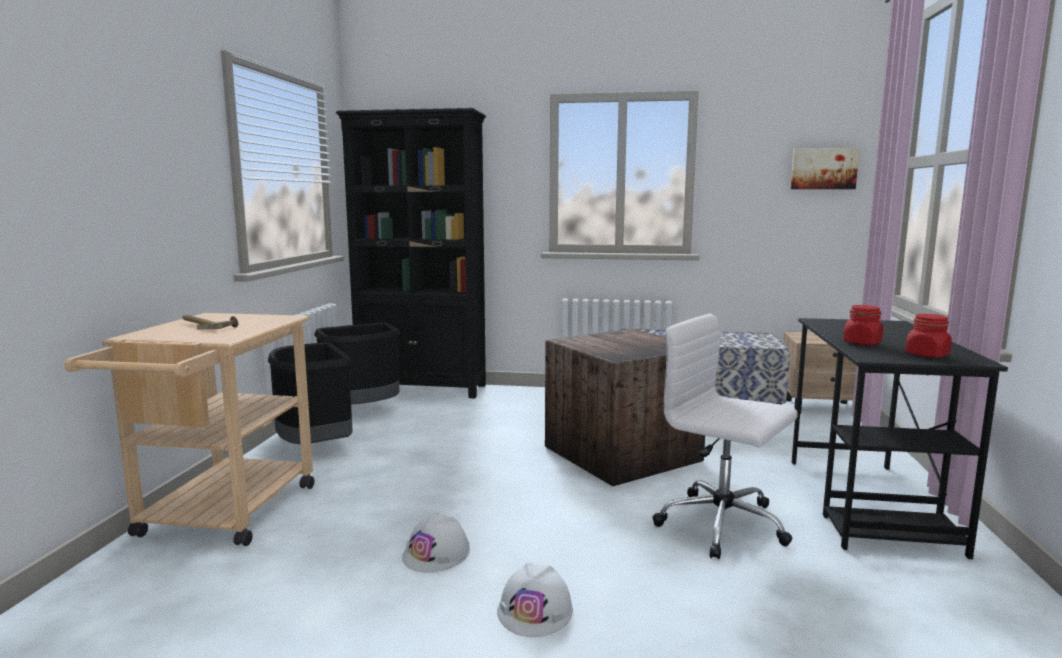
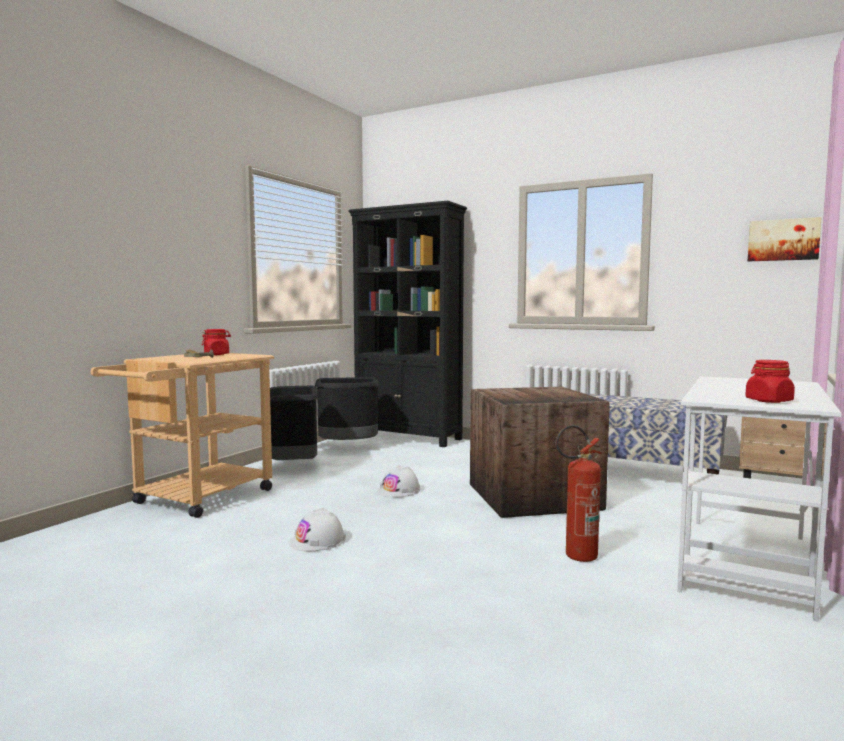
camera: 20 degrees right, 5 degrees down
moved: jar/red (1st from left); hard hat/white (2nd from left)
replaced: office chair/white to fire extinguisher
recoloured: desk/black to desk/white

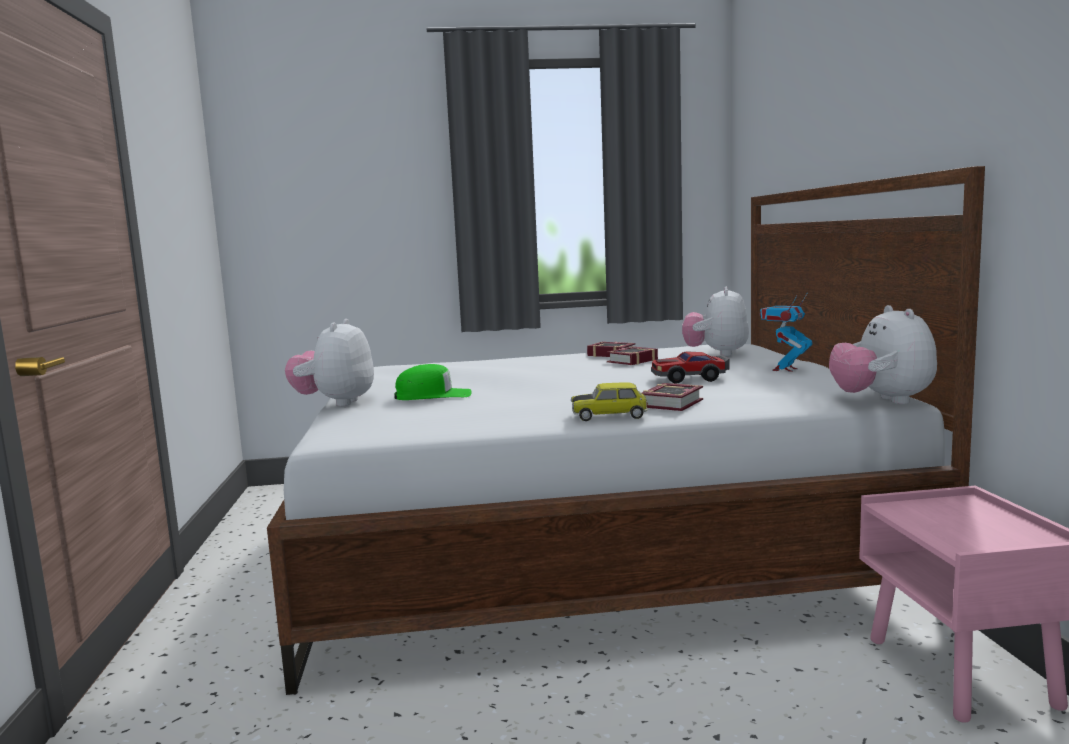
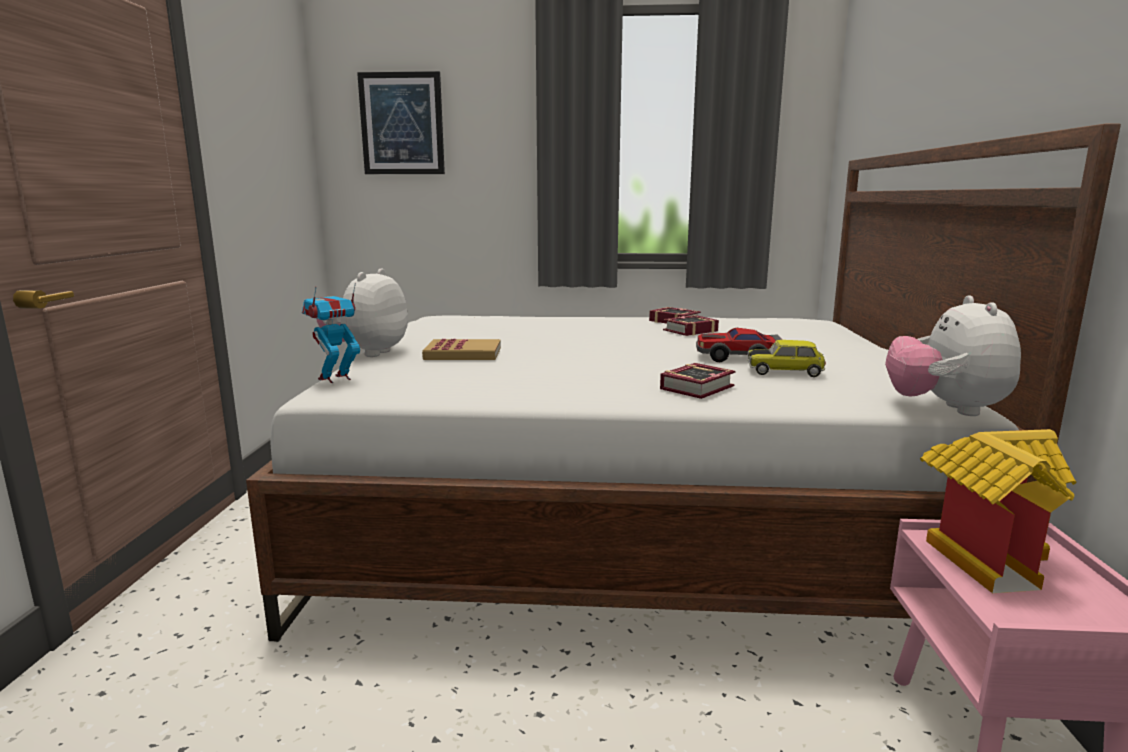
camera: 10 degrees right, 5 degrees up
removed: plush toy (2nd from left)
added: picture; toy house
moved: toy robot; toy car (1st from left in the first image) to toy car (2nd from left)
replaced: cap/green to book (1st from left)

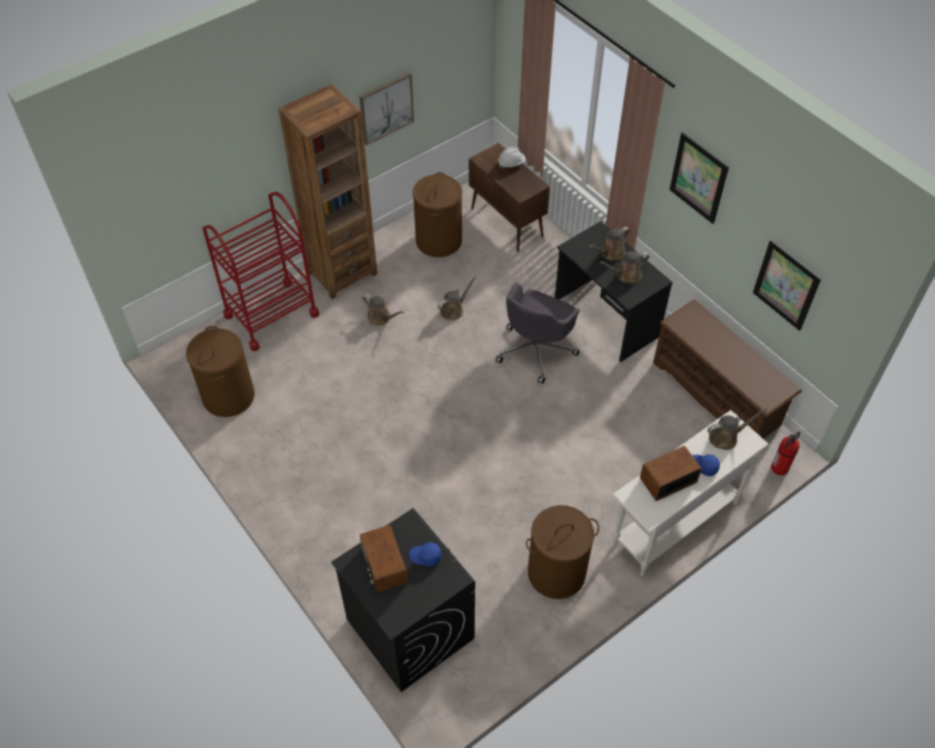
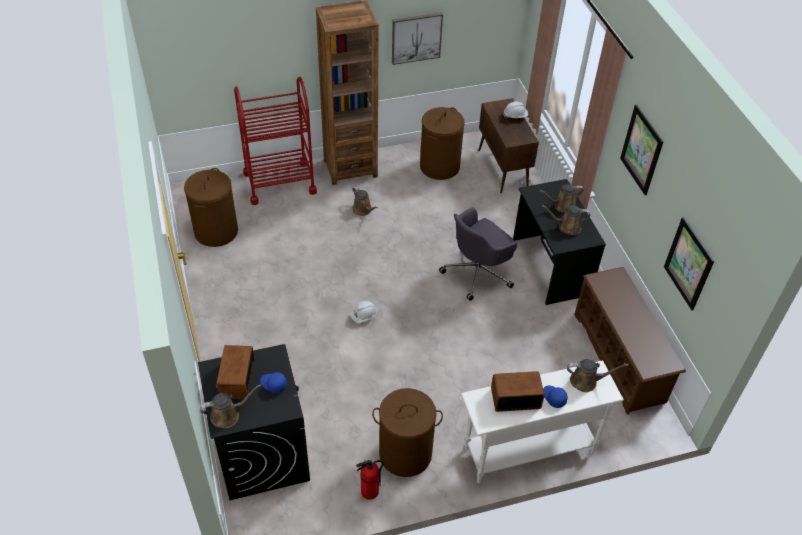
camera: 20 degrees right, 5 degrees down
added: hard hat/white (1st from left)
moved: watering can/brown (2nd from left in the first image) to watering can/brown (1st from left); fire extinguisher

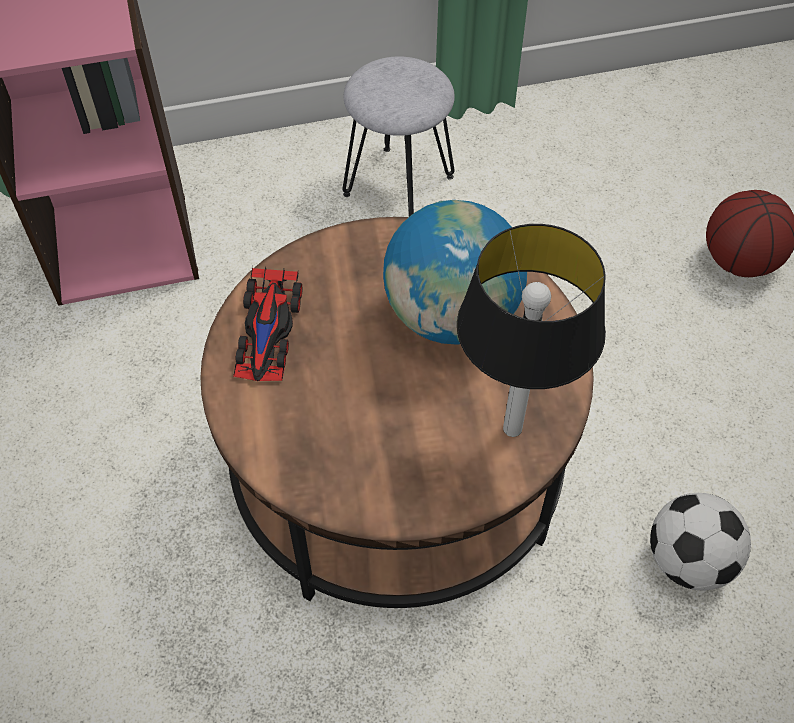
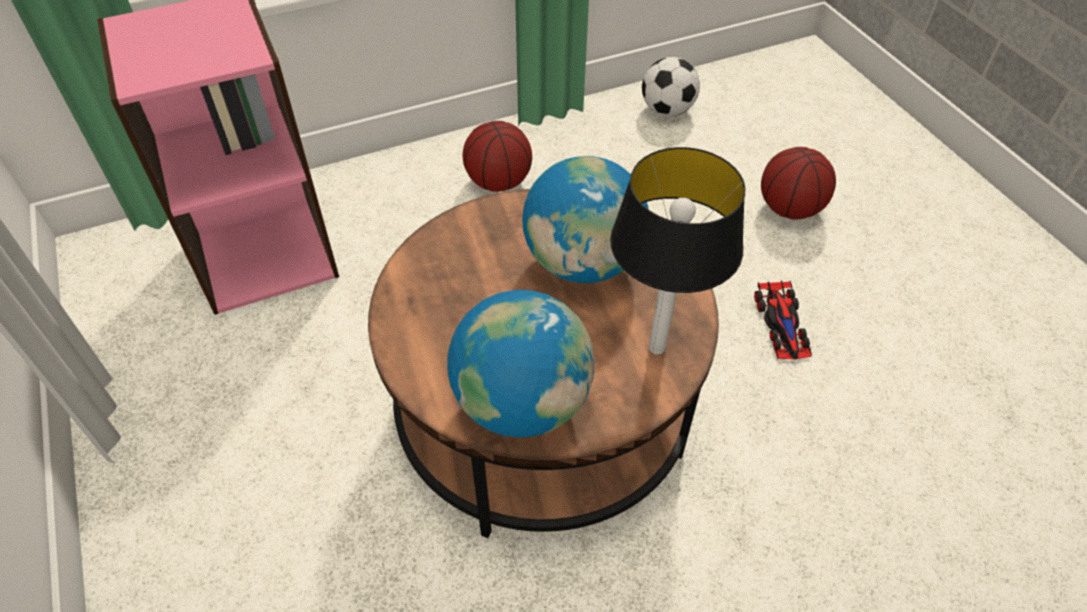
camera: 10 degrees left, 5 degrees down
added: globe (1st from left)
moved: toy car; football
replaced: stool/grey to basketball (1st from left)

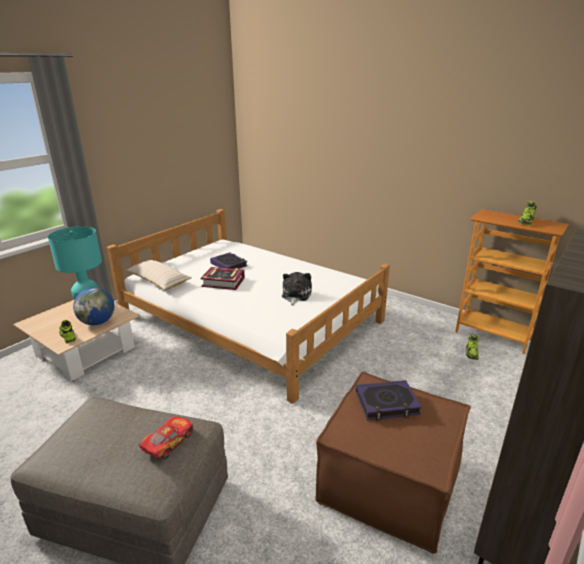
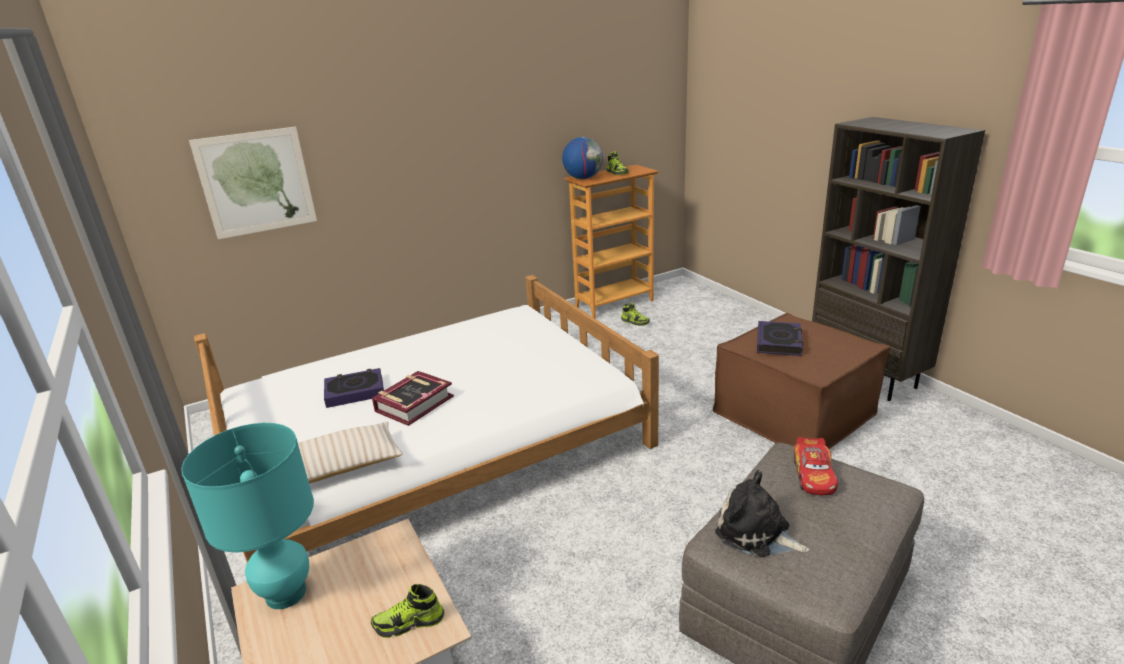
camera: 65 degrees left, 0 degrees up
added: picture
moved: plush toy; globe
turned: toy car 135 degrees counterclockwise

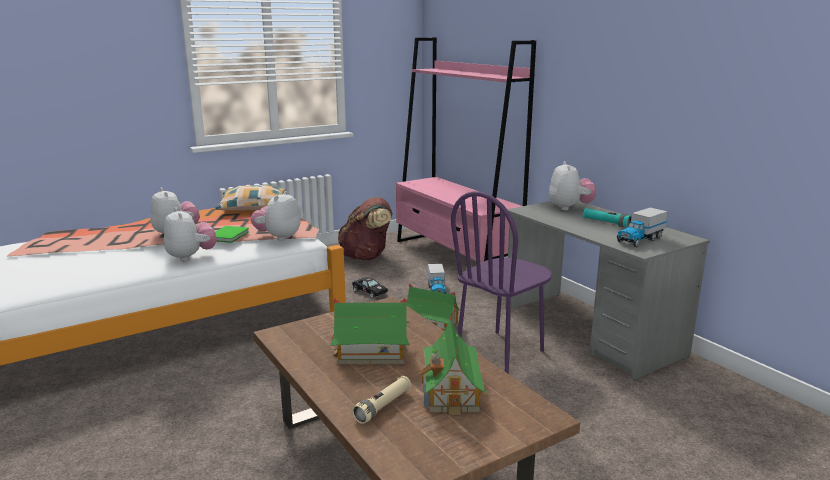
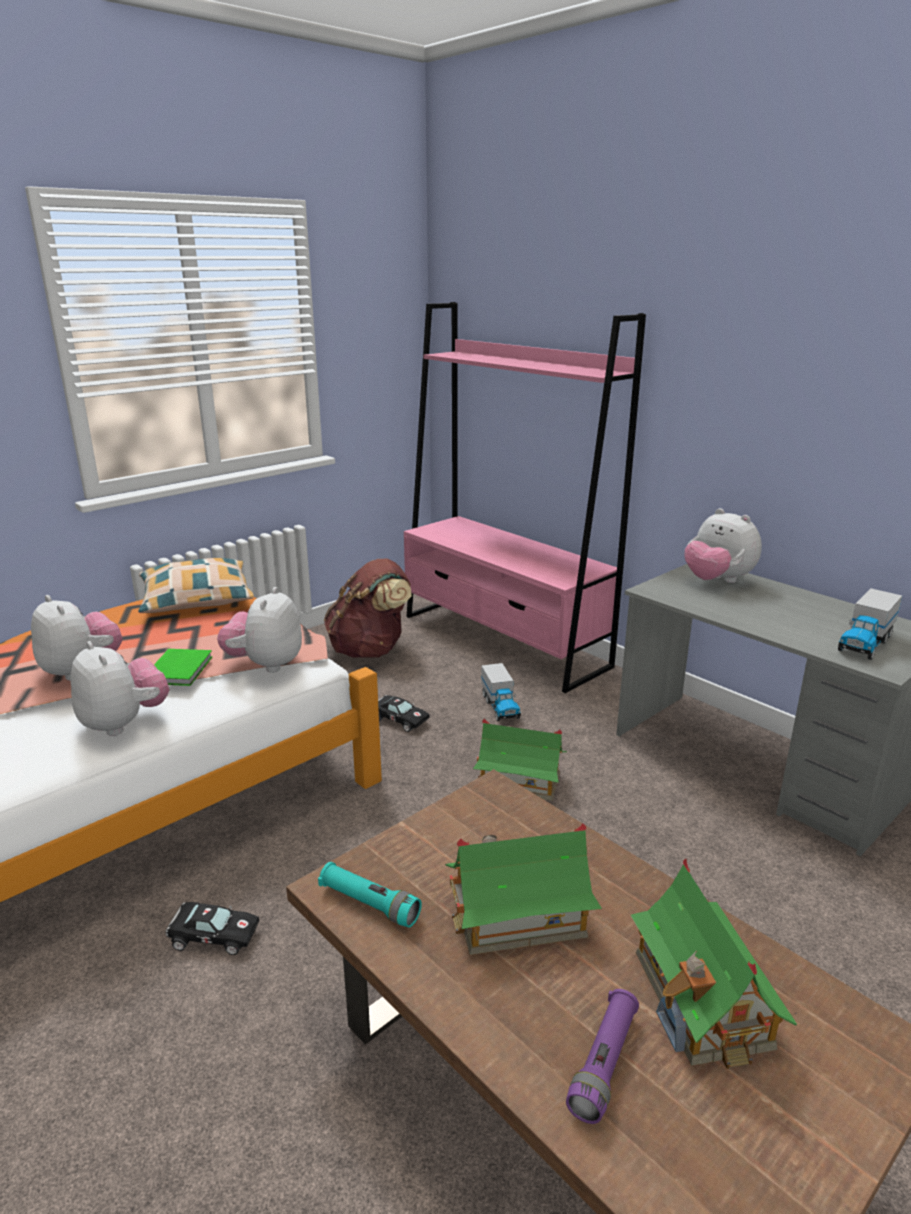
camera: 10 degrees left, 5 degrees up
removed: chair/purple
added: toy car/black (1st from left)
moved: flashlight/turquoise
recoloured: flashlight/beige to flashlight/purple
turned: plush toy (4th from left) 150 degrees clockwise

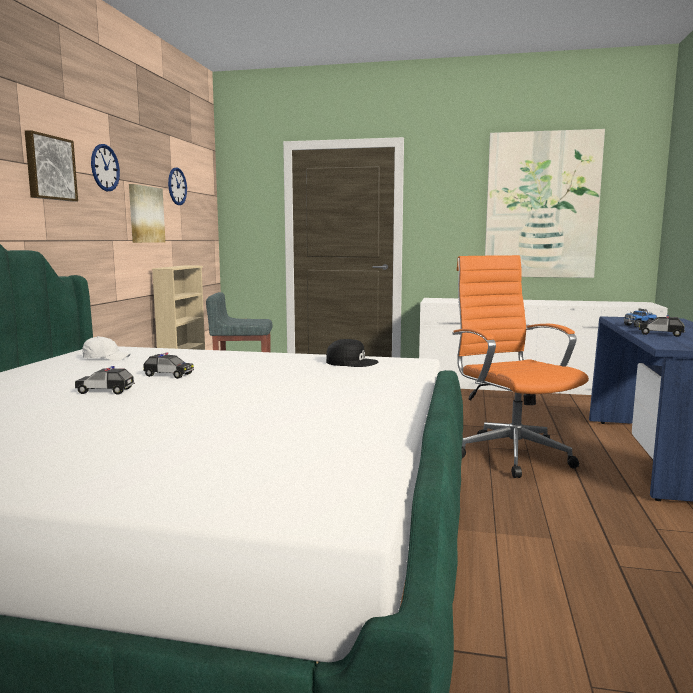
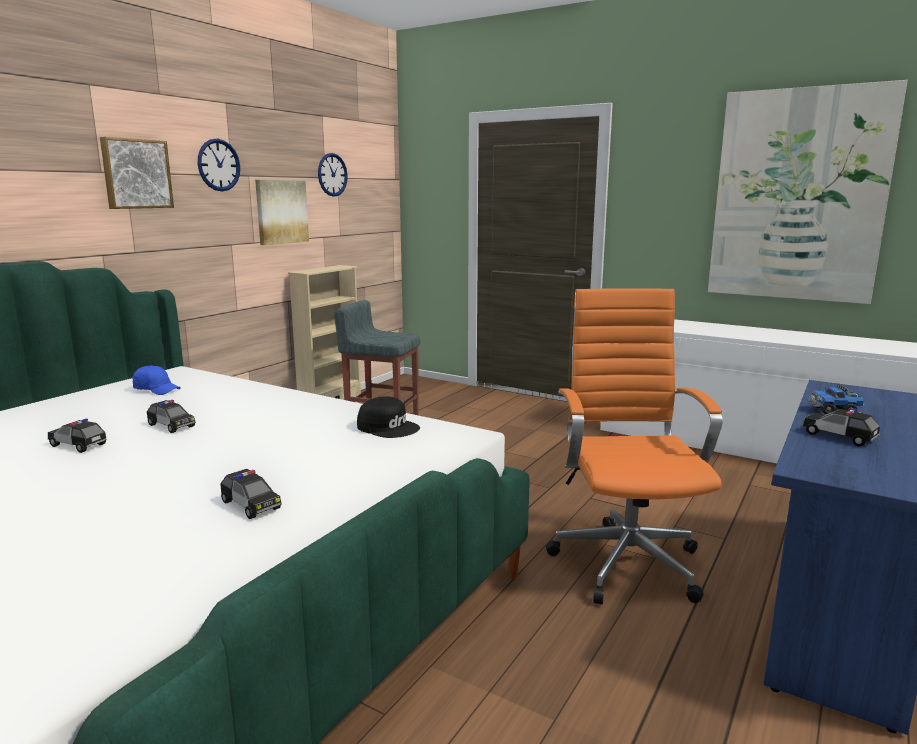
camera: 20 degrees right, 5 degrees up
added: toy car (3rd from left)
recoloured: cap/white to cap/blue

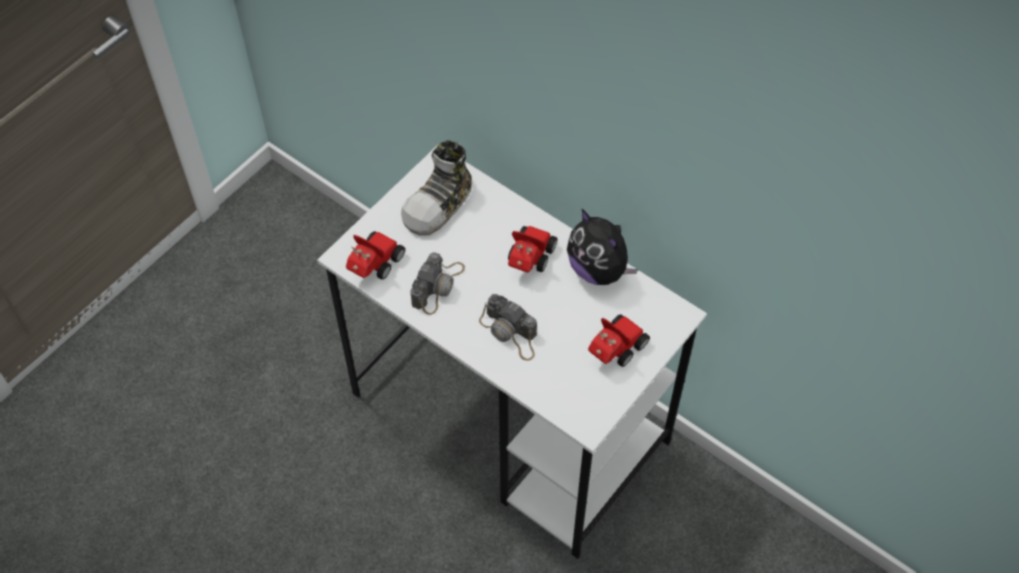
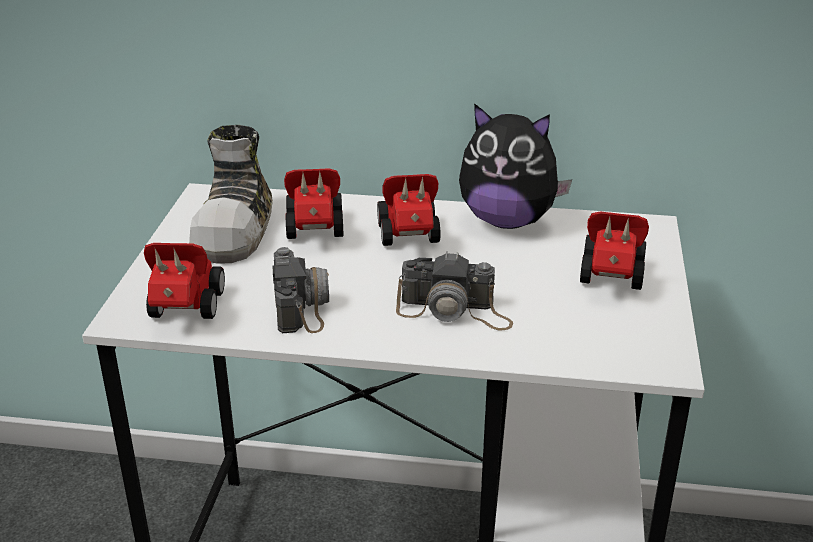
camera: 30 degrees left, 25 degrees down
added: toy car (2nd from left)

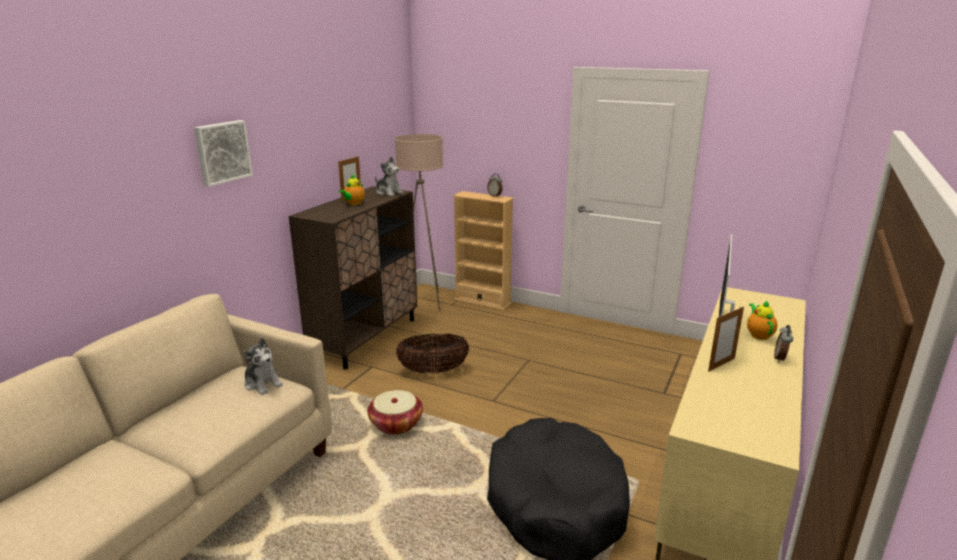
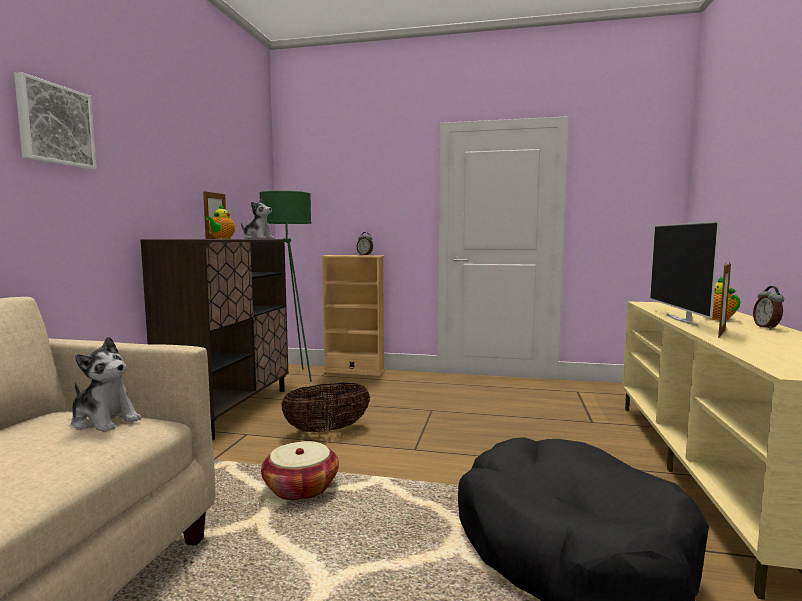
camera: 15 degrees left, 15 degrees down
recoloured: floor lamp/beige to floor lamp/green

